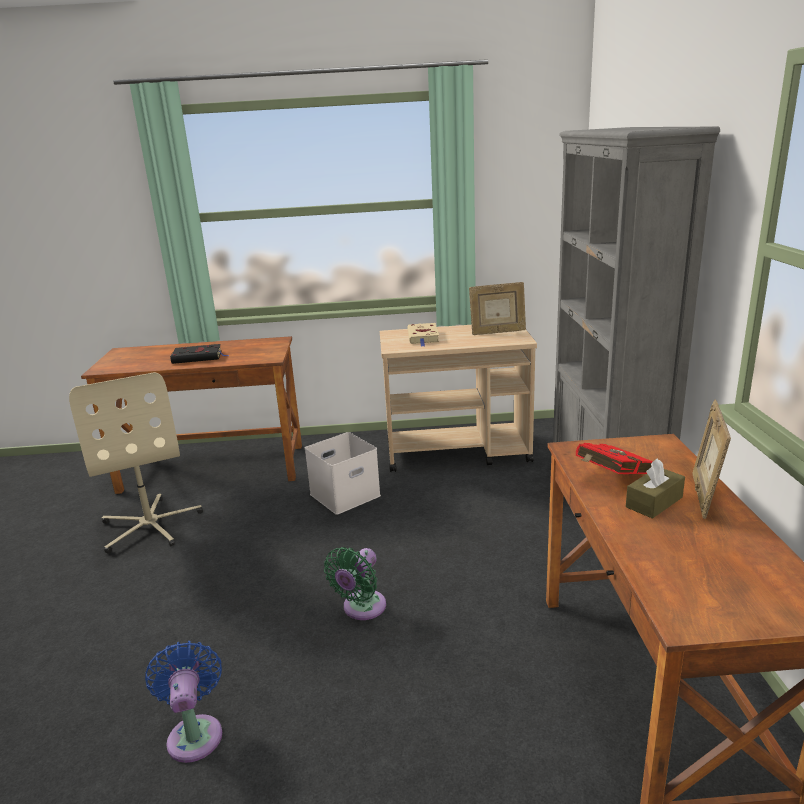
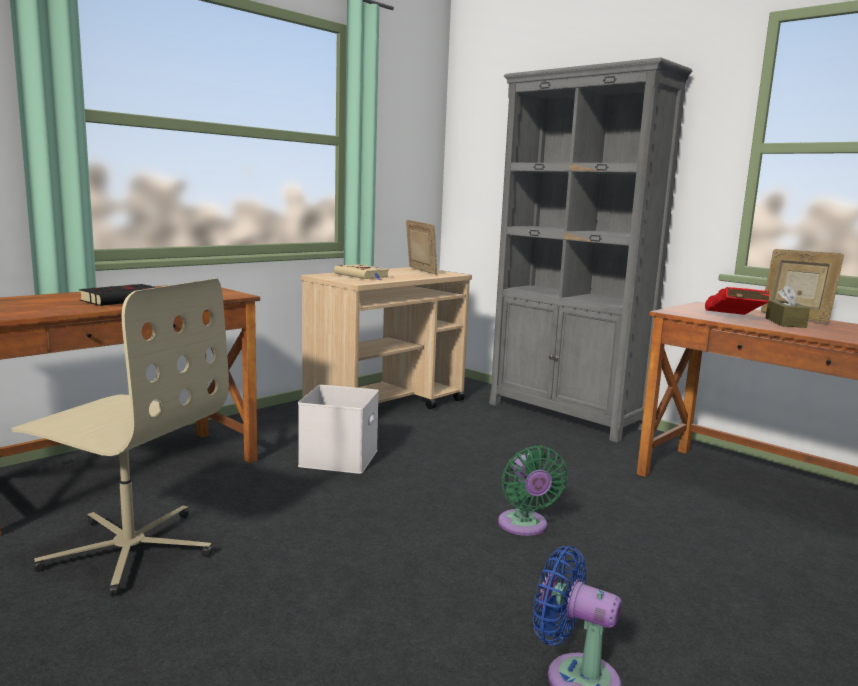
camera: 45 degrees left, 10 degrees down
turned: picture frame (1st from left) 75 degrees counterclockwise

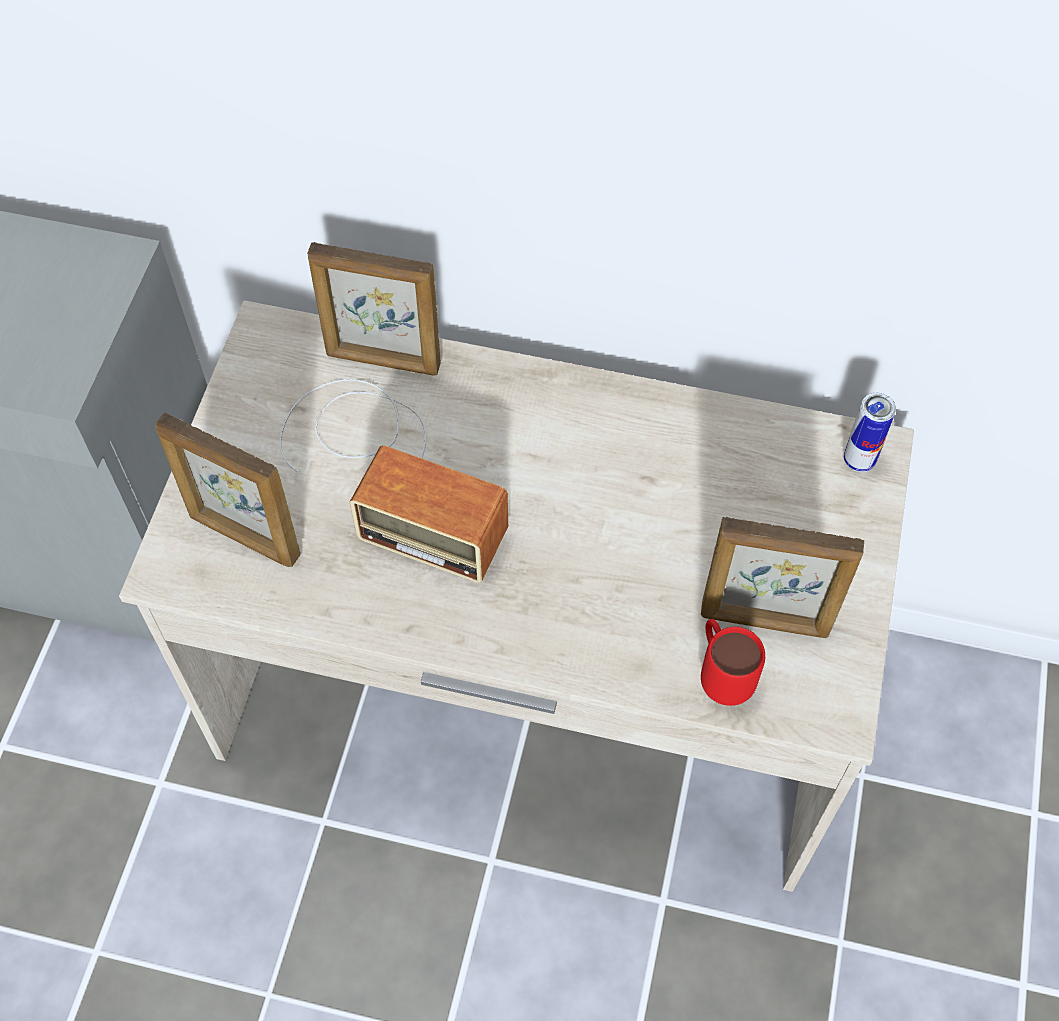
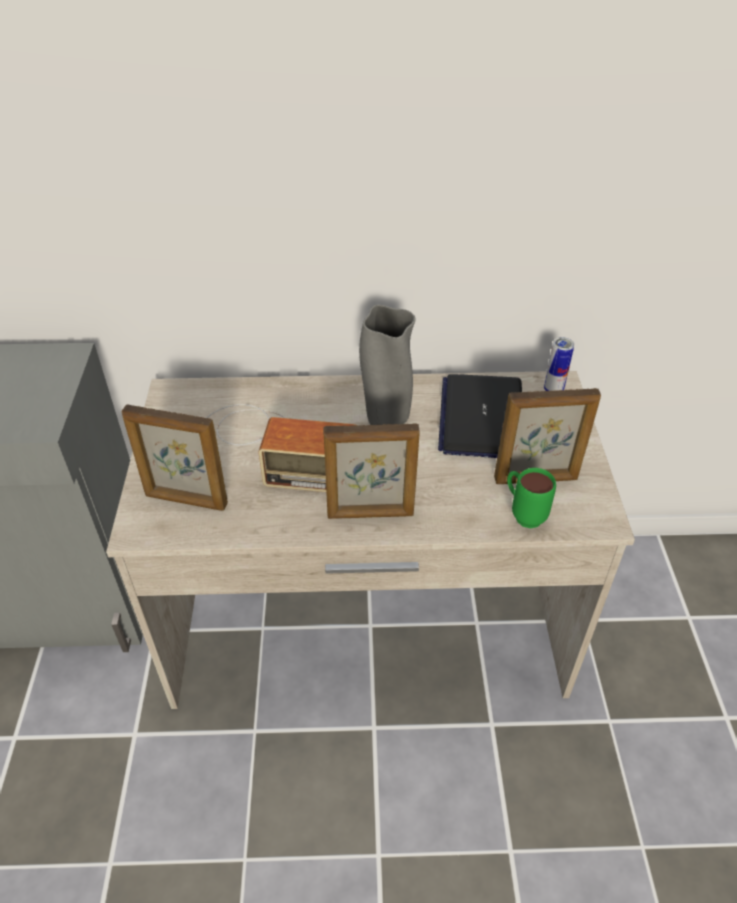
camera: 15 degrees left, 15 degrees down
added: vase/grey; laptop
moved: picture frame (2nd from left)
recoloured: mug/red to mug/green

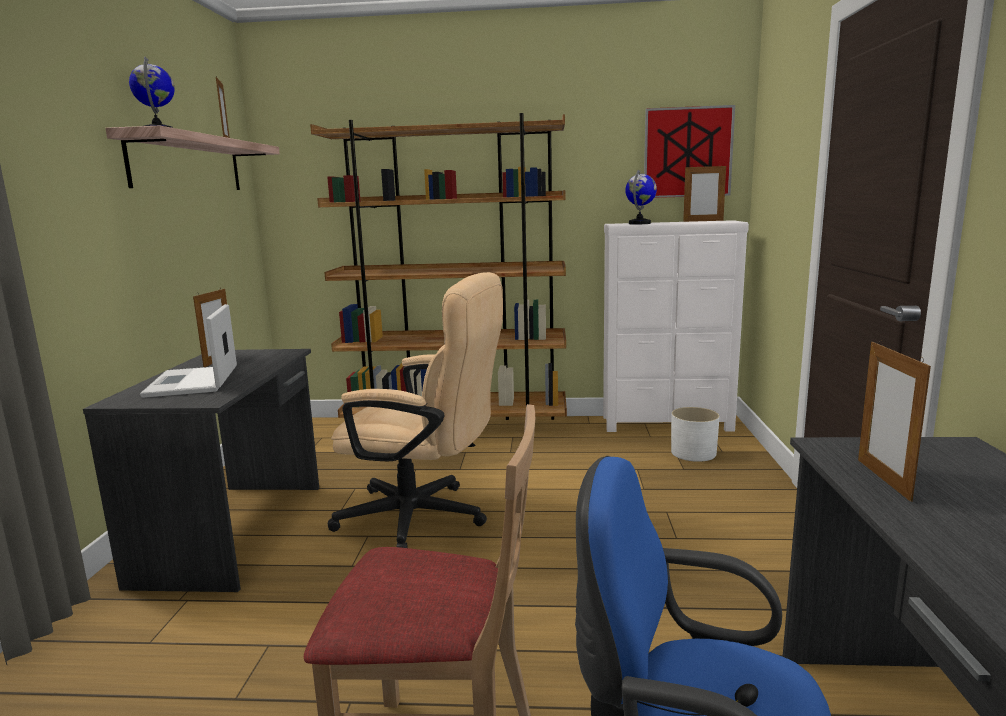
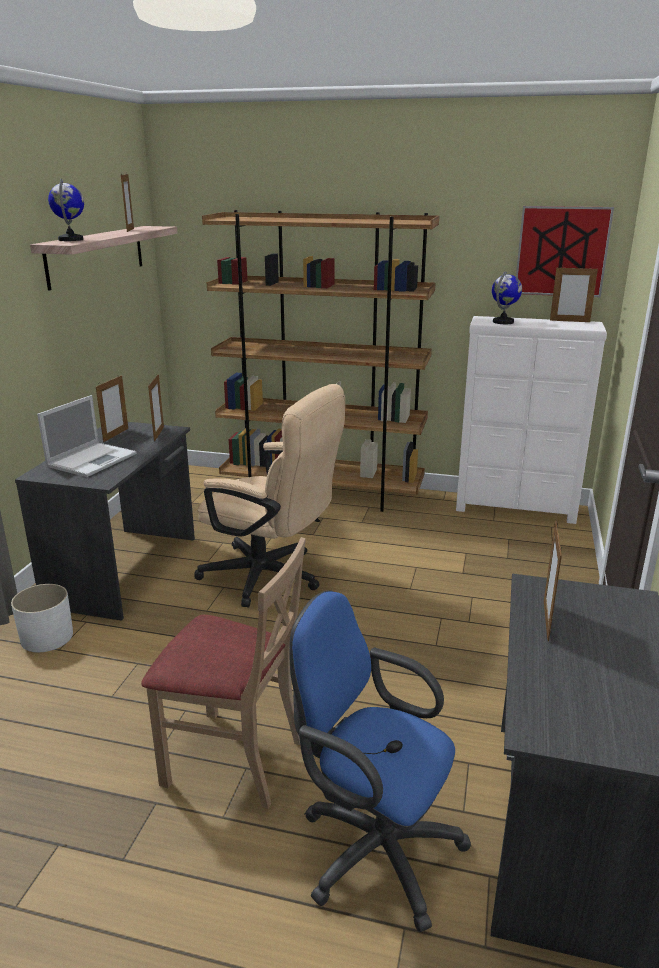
camera: 10 degrees right, 10 degrees up
added: picture frame (3rd from left)
moved: planter/white
turned: laptop 150 degrees counterclockwise

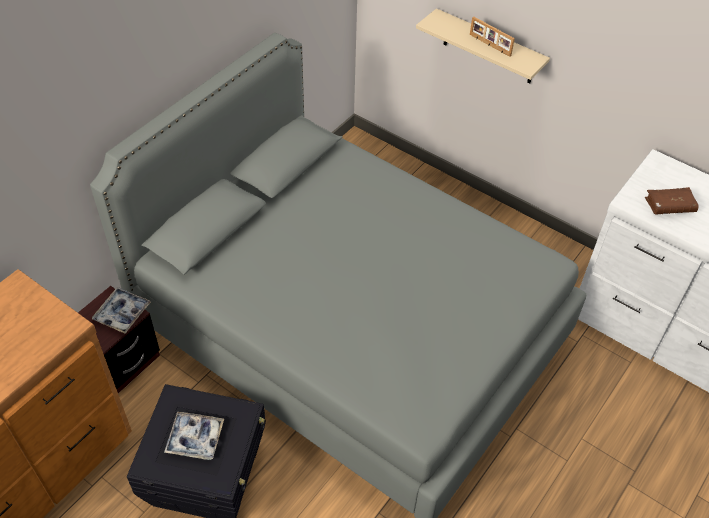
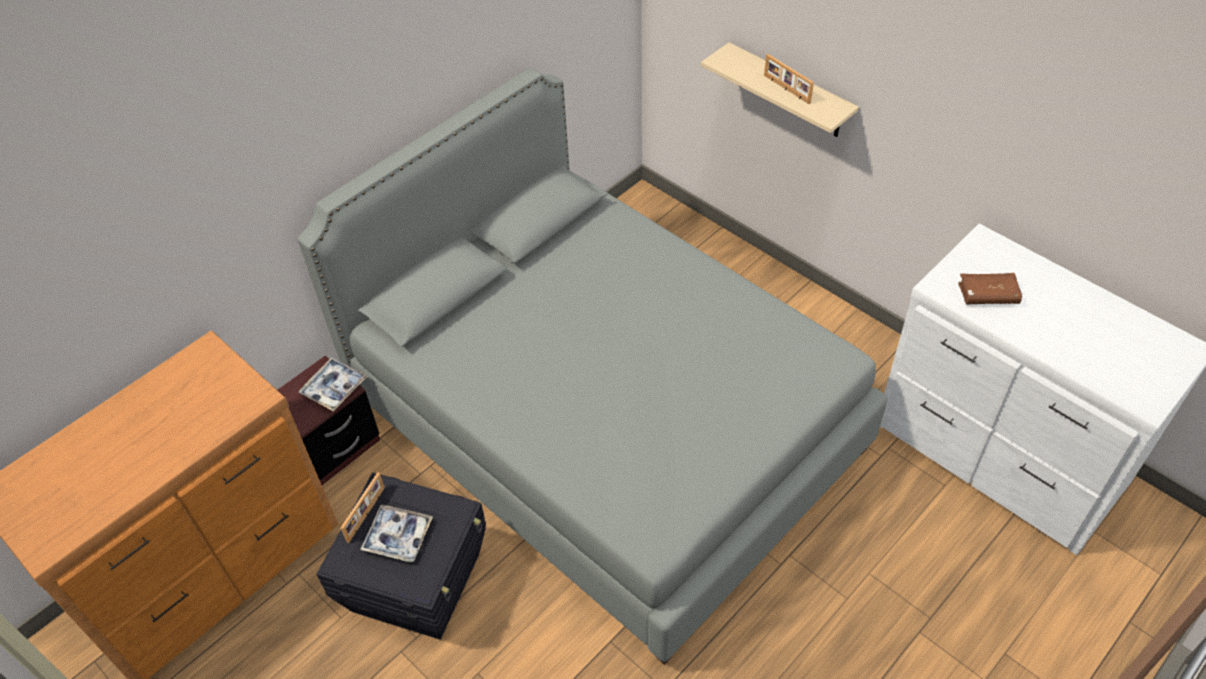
camera: 10 degrees right, 0 degrees up
added: picture frame (1st from left)

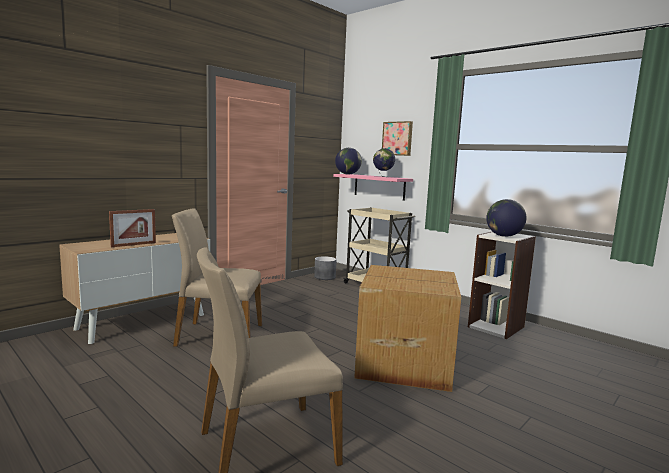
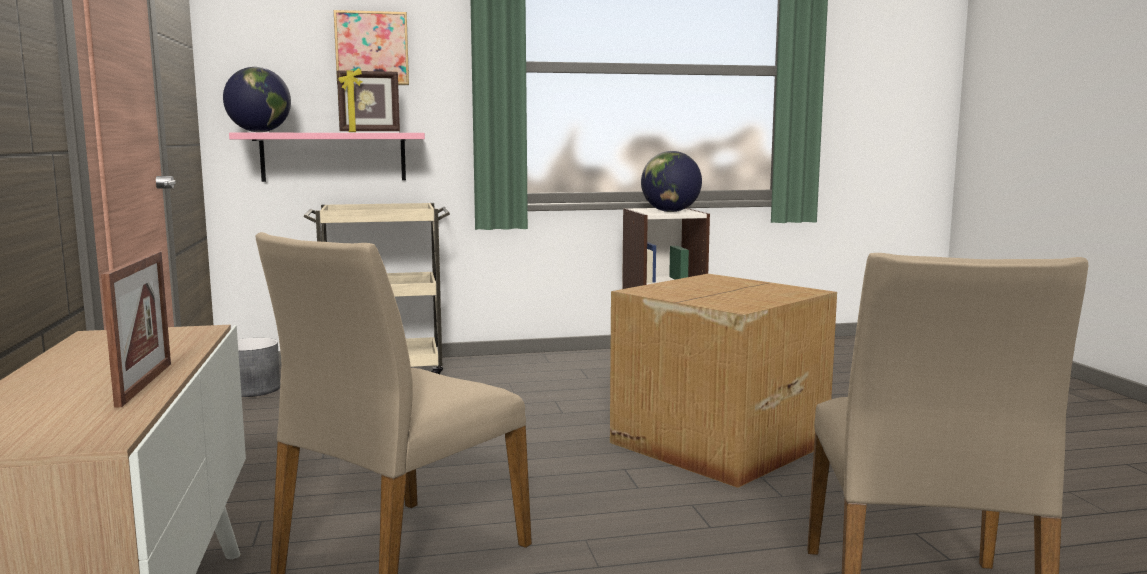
camera: 55 degrees left, 0 degrees up
replaced: globe (2nd from left) to picture frame (2nd from left)

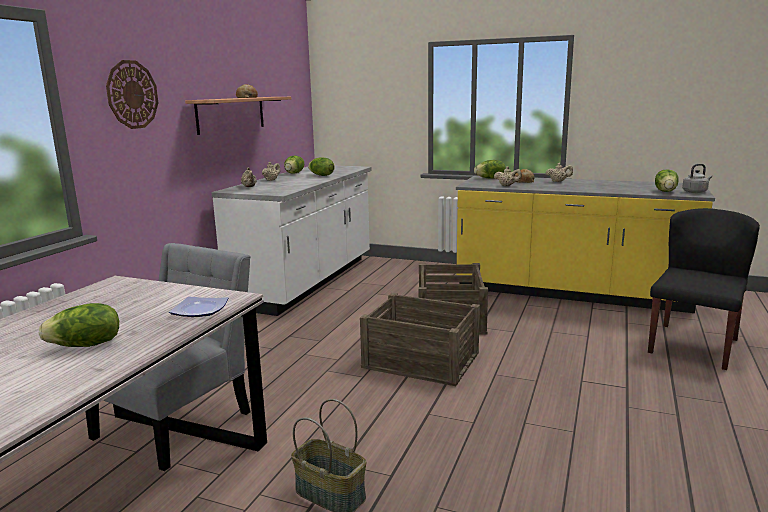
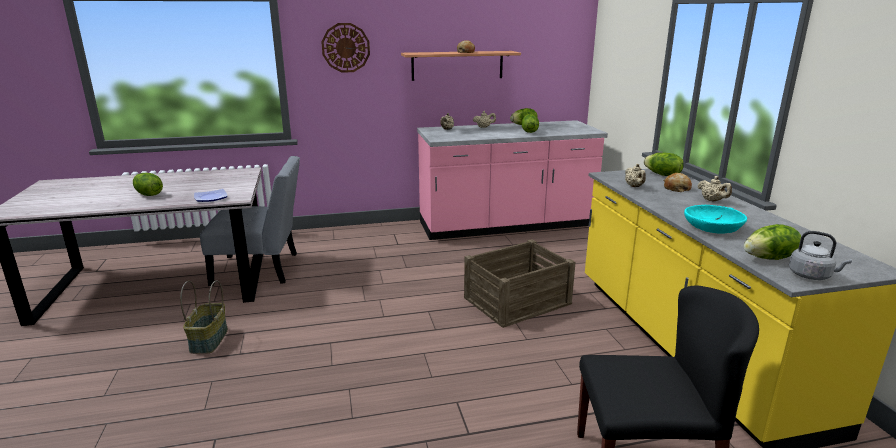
camera: 55 degrees right, 5 degrees up
removed: crate (1st from left)
added: bowl/turquoise
recoloured: counter/white to counter/pink

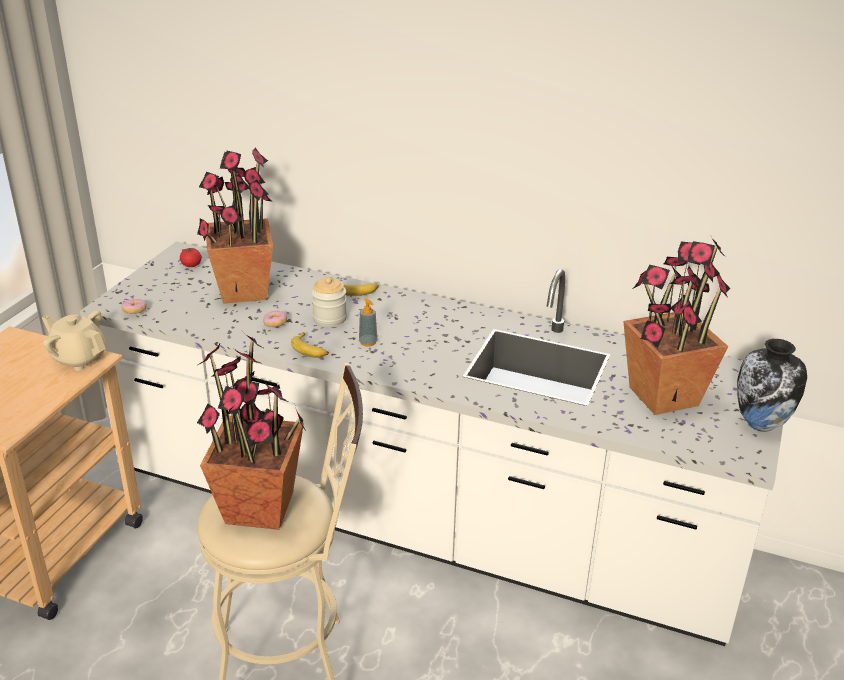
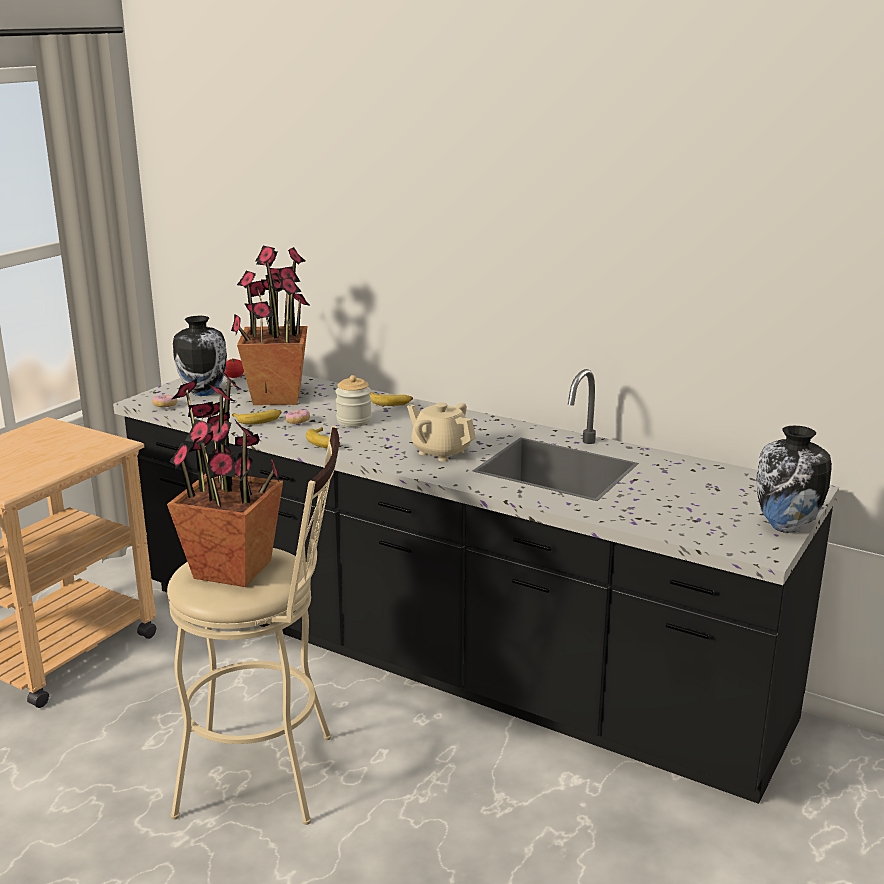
camera: 10 degrees right, 10 degrees down
removed: potted plant (3rd from left); soap dispenser
added: vase (1st from left); banana (1st from left)
moved: teapot/beige
recoloured: counter/white to counter/black

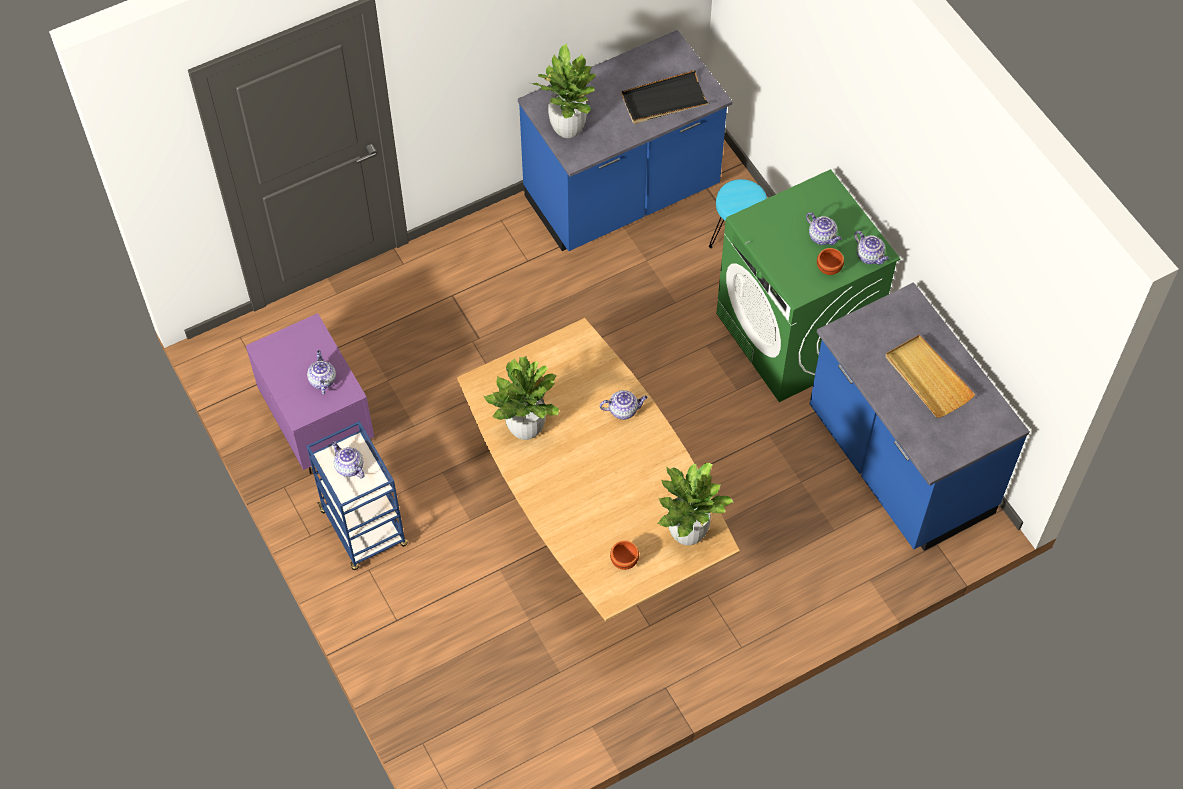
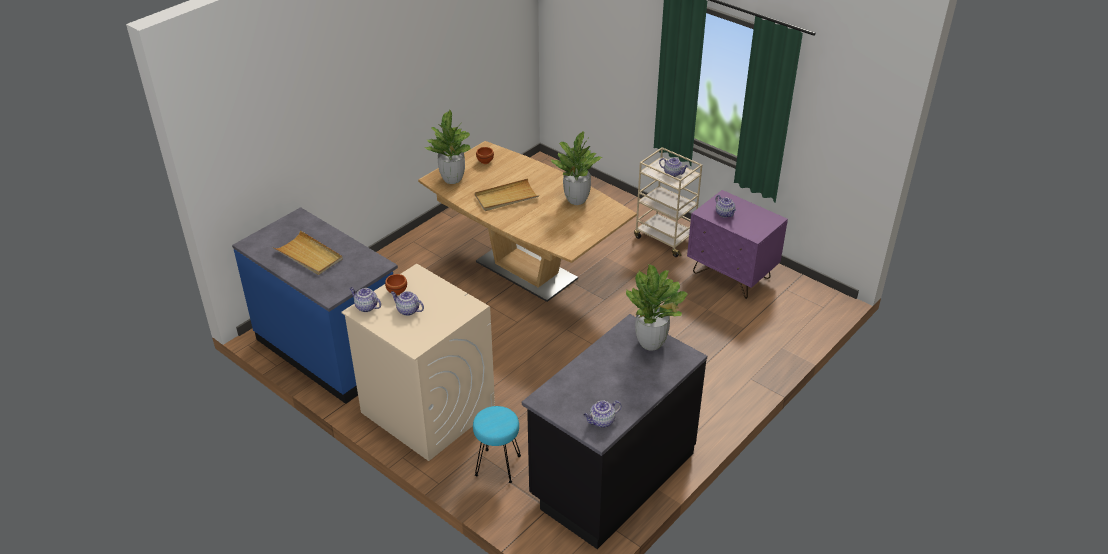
camera: 160 degrees right, 20 degrees down
removed: tray/black
added: tray/beige (2nd from left)
moved: teapot (3rd from left)
recoloured: counter/blue (1st from left) to counter/black; washing machine/green to washing machine/beige; cart/blue to cart/beige

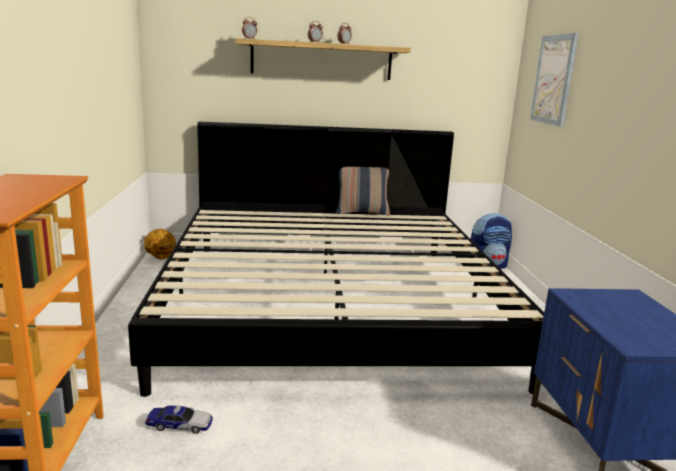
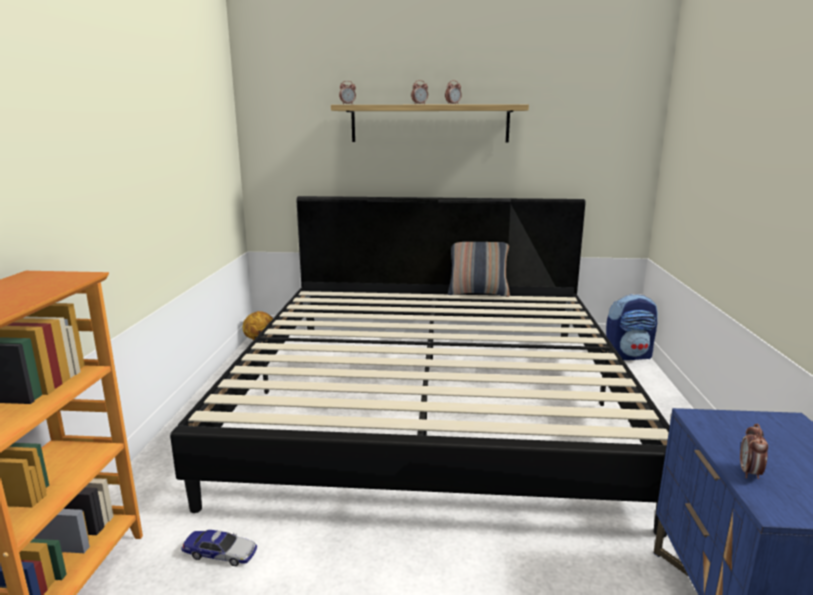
camera: 10 degrees right, 0 degrees up
removed: picture
added: alarm clock (4th from left)

